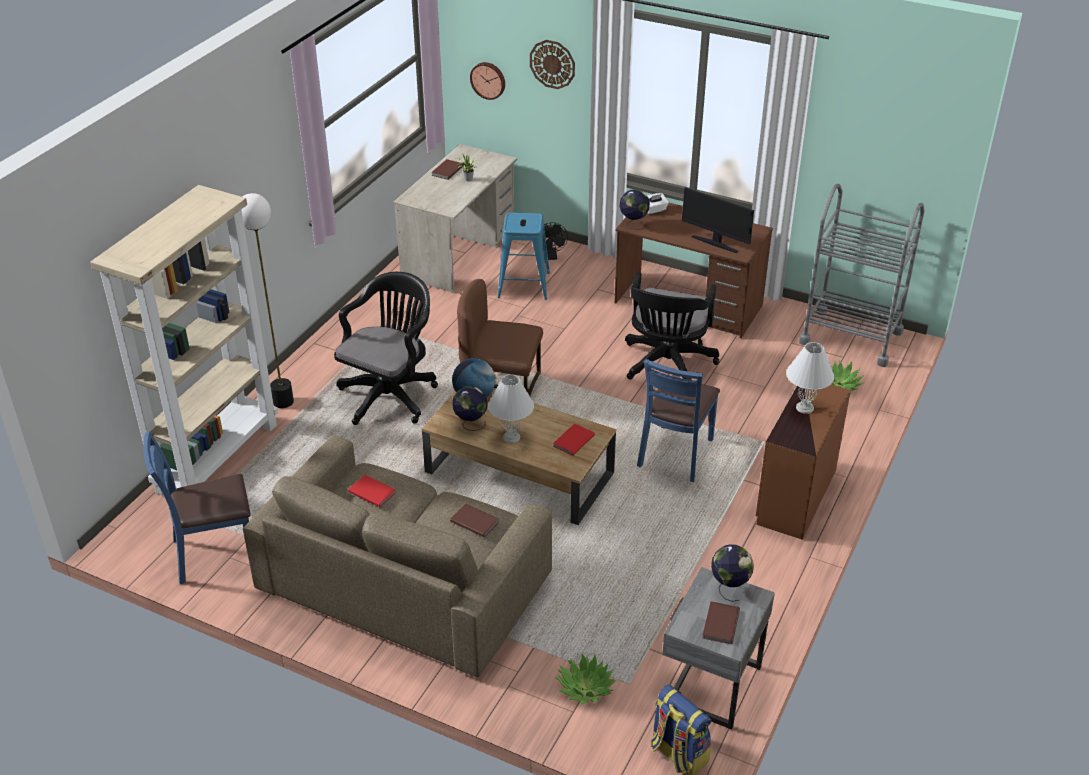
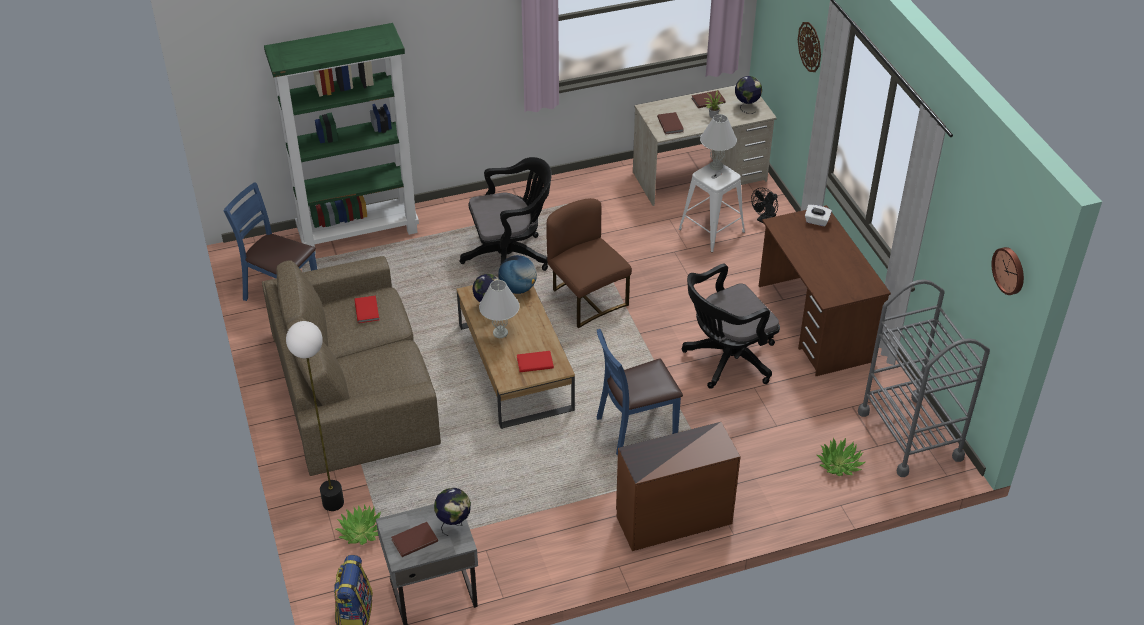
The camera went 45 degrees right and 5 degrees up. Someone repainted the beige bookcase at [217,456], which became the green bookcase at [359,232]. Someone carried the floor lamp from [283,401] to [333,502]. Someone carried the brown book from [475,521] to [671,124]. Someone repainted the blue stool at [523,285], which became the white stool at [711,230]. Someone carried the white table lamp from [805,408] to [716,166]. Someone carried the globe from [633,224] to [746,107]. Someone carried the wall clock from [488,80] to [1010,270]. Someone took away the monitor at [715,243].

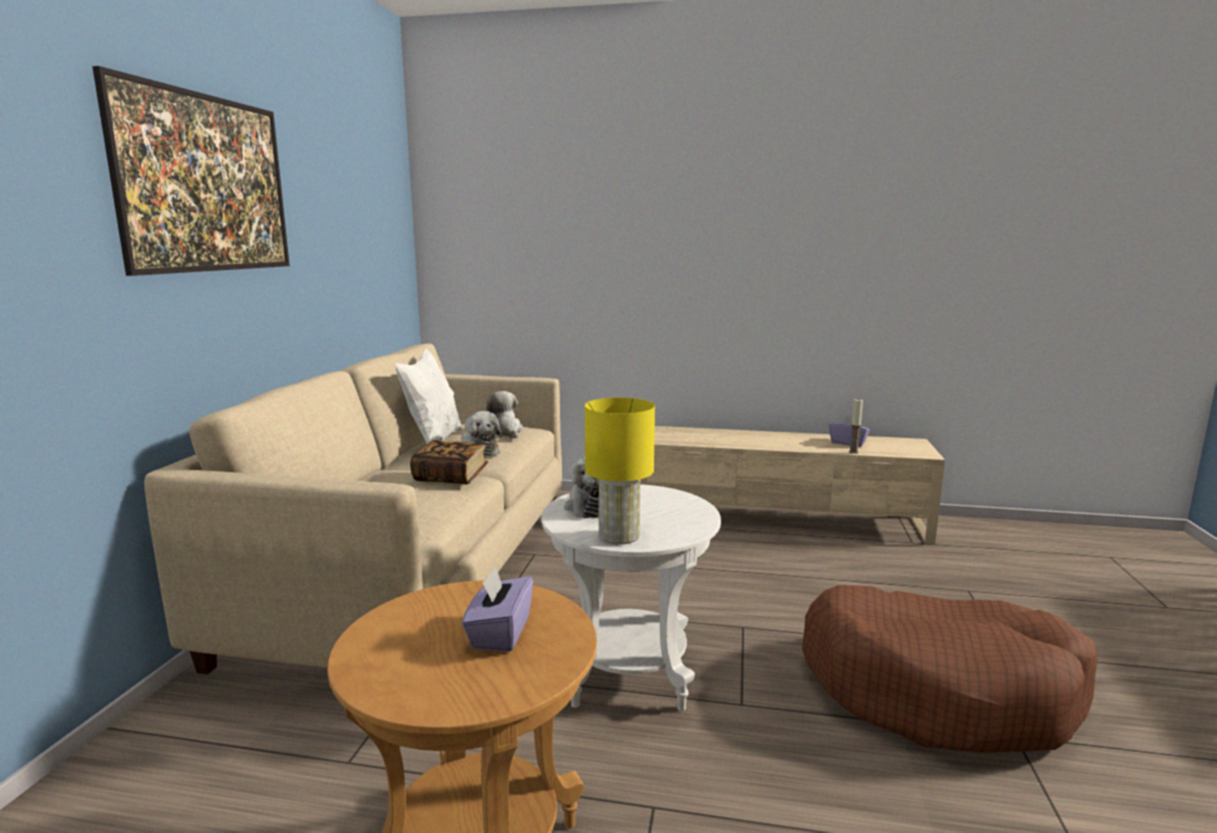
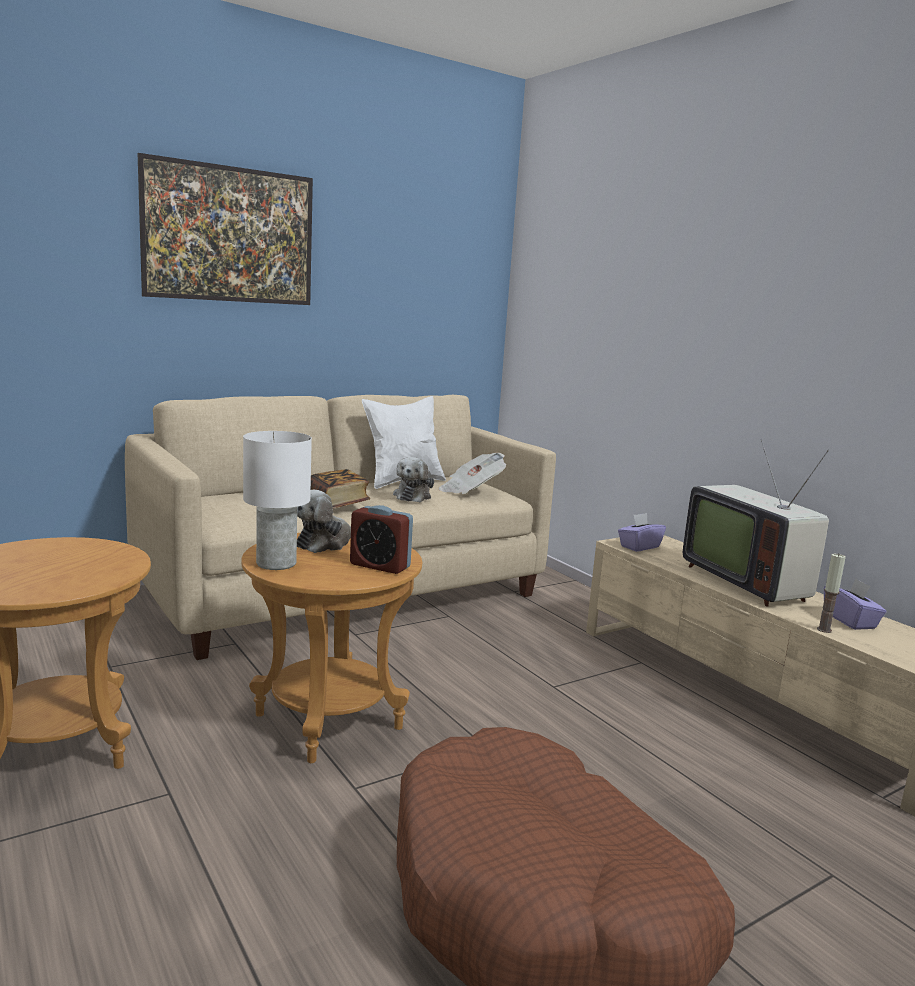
The camera went 45 degrees right and 0 degrees up. Someone repainted the white side table at [629,675], which became the brown side table at [329,721]. Someone repainted the yellow table lamp at [620,536], which became the white table lamp at [277,564]. Someone put down the alarm clock at [380,566]. Someone swapped the plush toy at [506,432] for the newspaper at [471,490]. Someone carried the purple tissue box from [499,633] to [639,547]. Someone put down the television at [747,581].

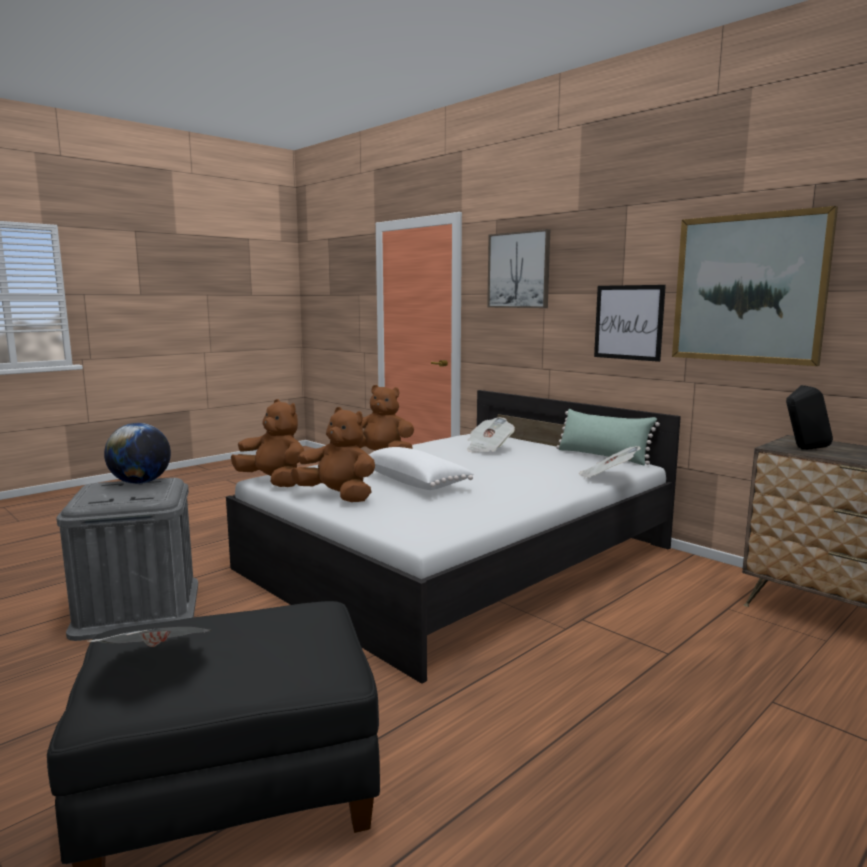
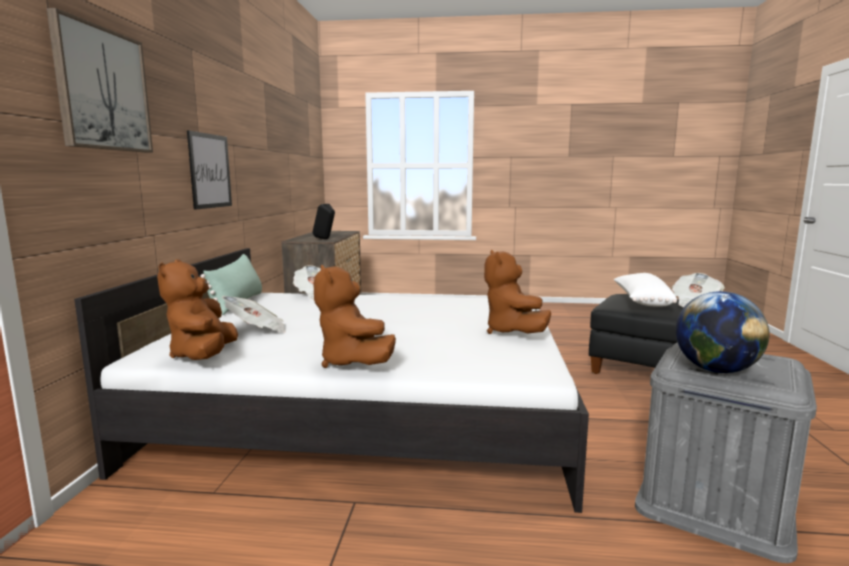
The camera went 130 degrees left and 0 degrees up. Someone carried the brown plush toy from [274,482] to [203,356]. Someone carried the white pillow from [416,482] to [641,301]. Someone took away the picture at [748,288].

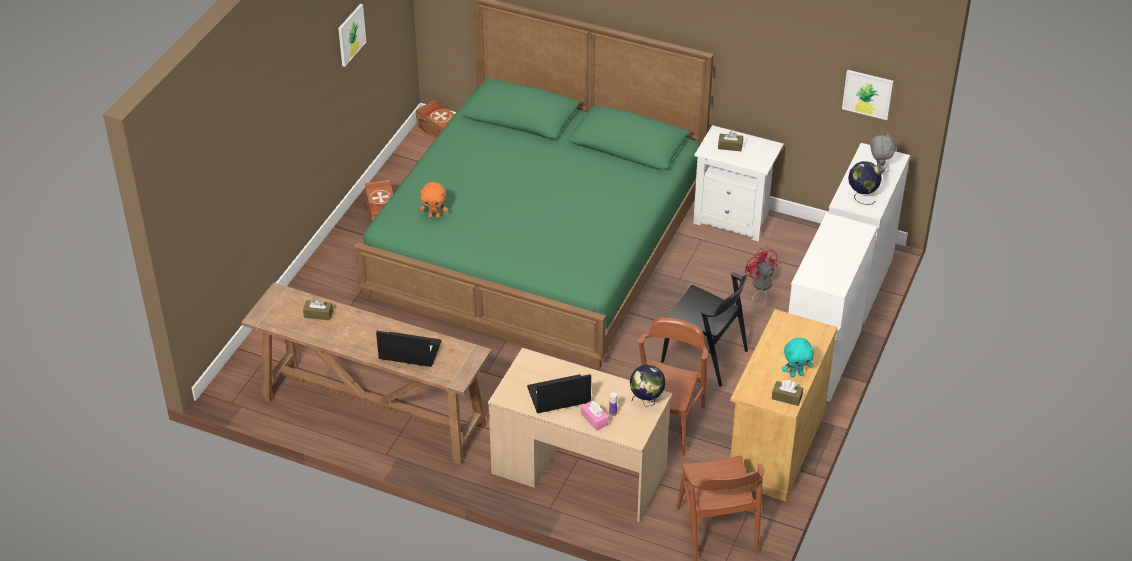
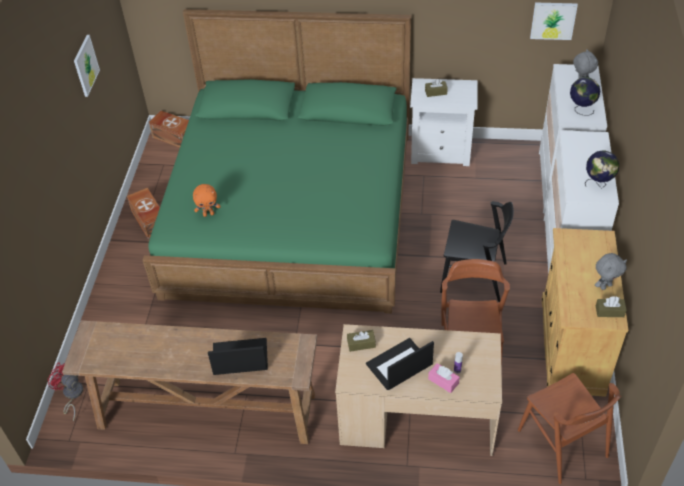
The camera went 15 degrees left and 5 degrees up. Someone carried the red fan from [760,287] to [72,395]. Someone carried the brown tissue box from [318,314] to [361,344]. Someone carried the globe from [646,401] to [598,184]. Someone repainted the turquoise plush toy at [796,374], which became the grey plush toy at [605,286].

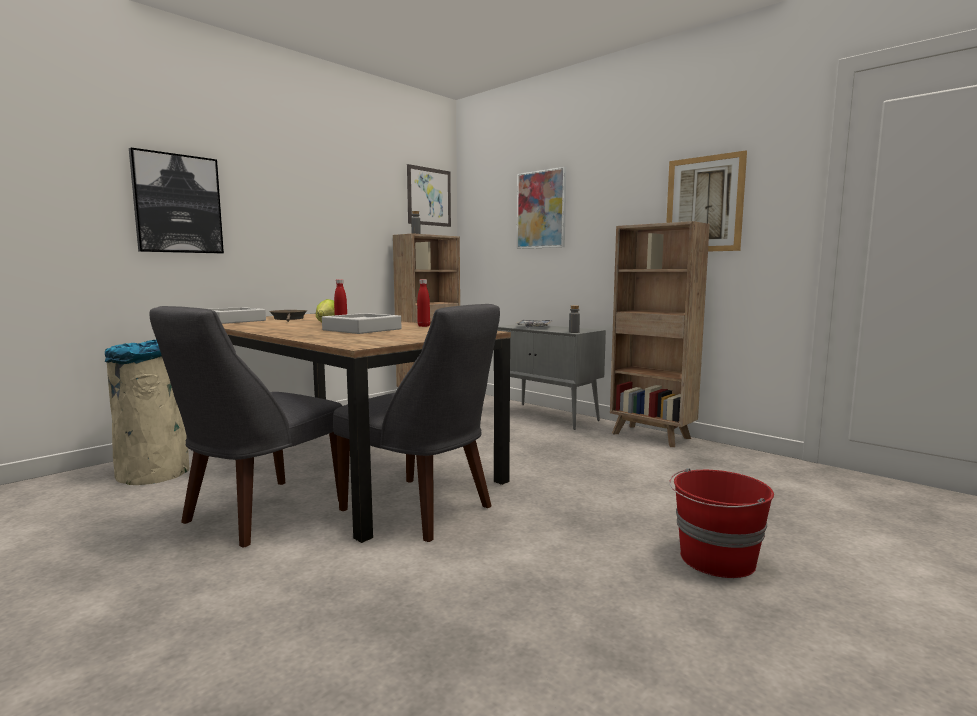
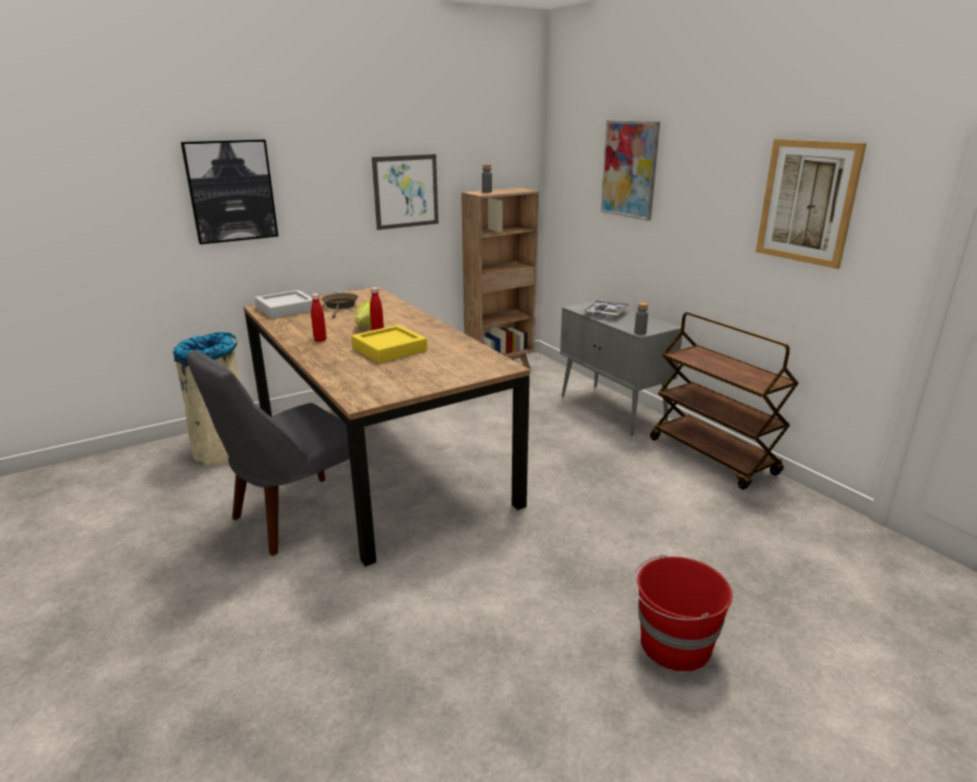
The camera went 15 degrees right and 15 degrees up. Someone carried the red bottle from [423,326] to [320,340]. Someone repainted the grey tray at [362,329], which became the yellow tray at [389,349]. Someone carried the picture from [429,196] to [406,191]. Someone swapped the brown bookcase at [652,436] for the brown cart at [713,457]. Someone took away the grey chair at [422,510].

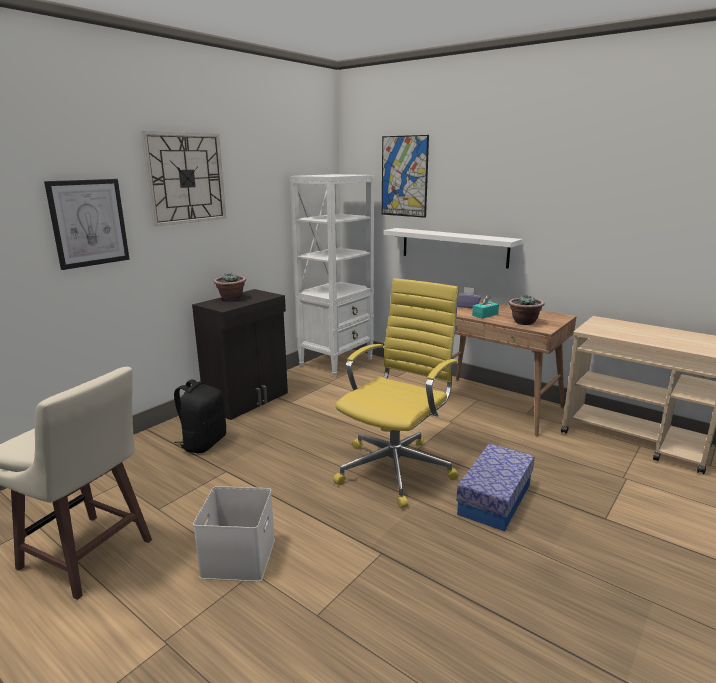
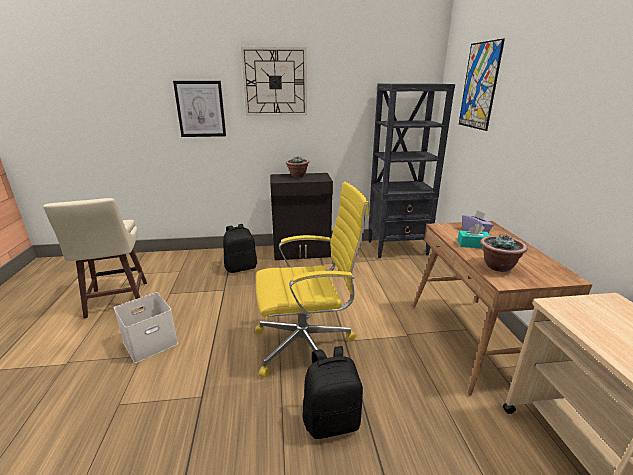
The camera went 45 degrees right and 5 degrees up. Someone swapped the storage box at [494,499] for the black backpack at [331,420]. Someone repainted the white bookcase at [337,362], which became the black bookcase at [398,248]. Someone took away the white shelf at [453,247].

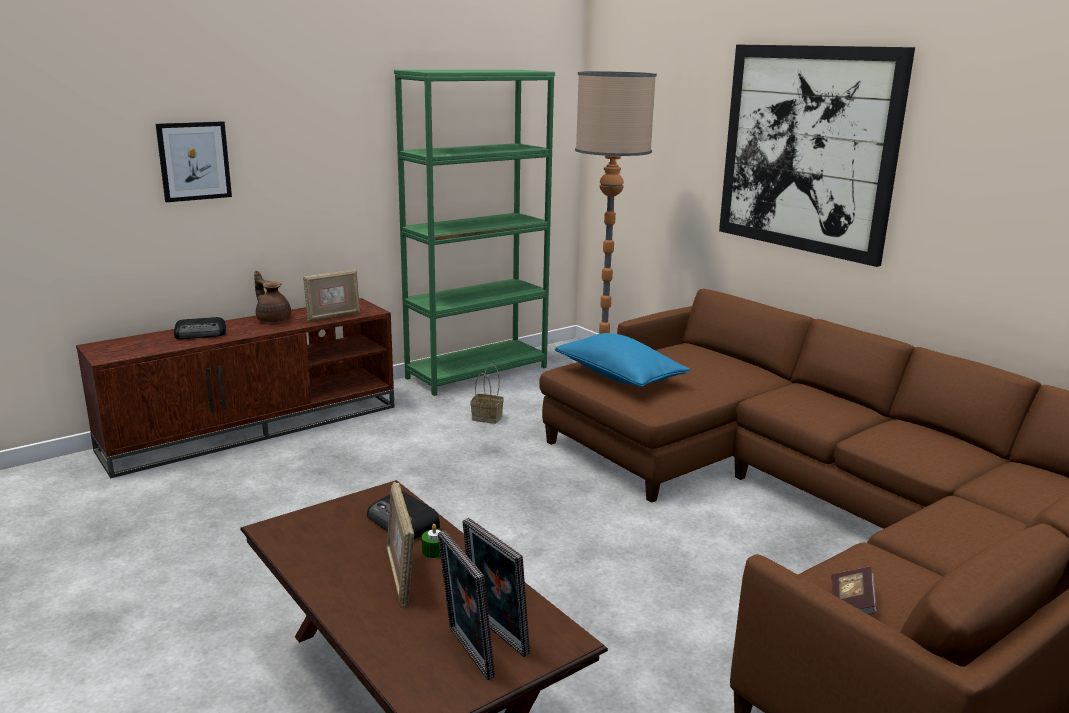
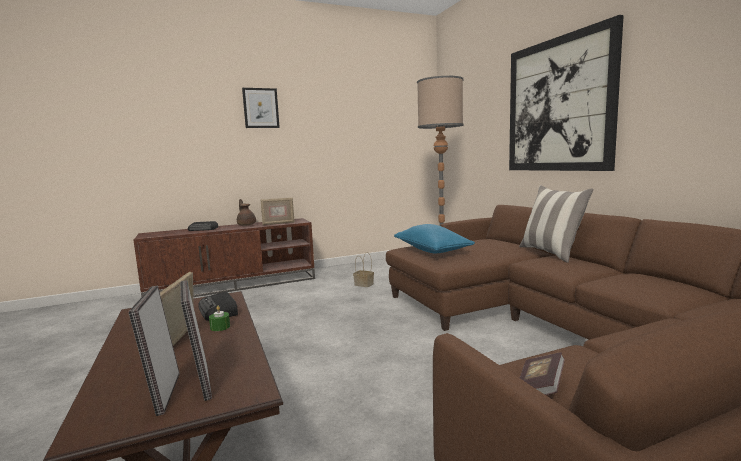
The camera went 15 degrees right and 10 degrees down. Someone carried the picture from [194,161] to [261,108]. Someone put down the pillow at [551,253]. Someone took away the green bookcase at [477,372].

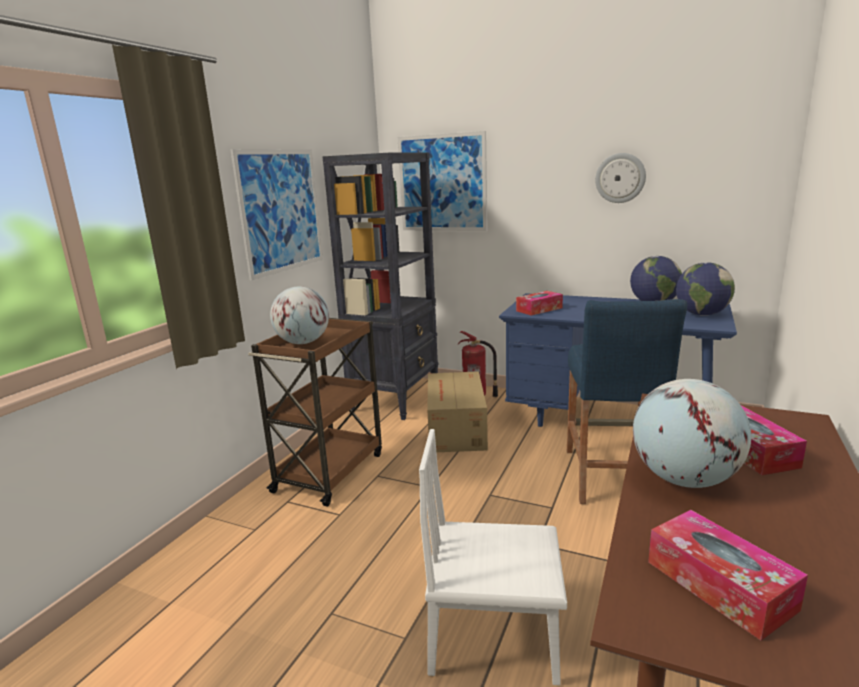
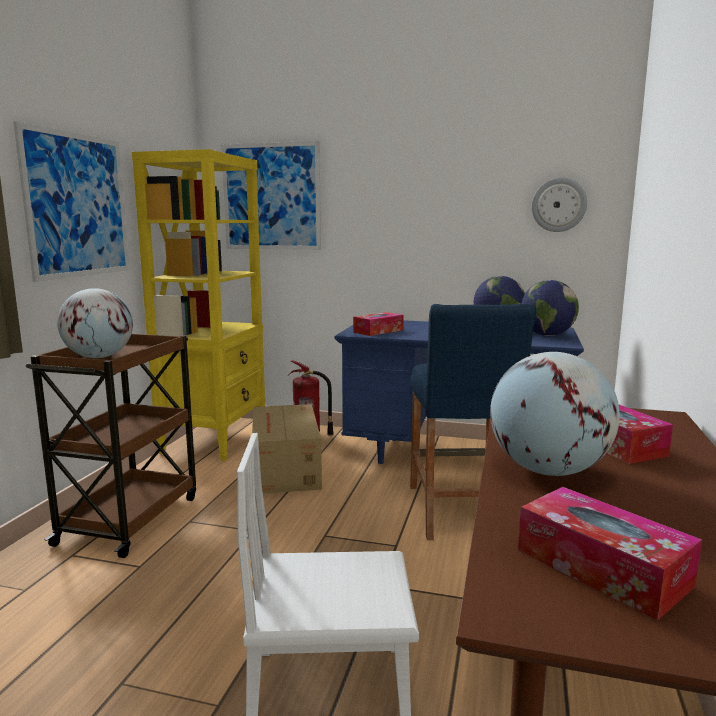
The camera went 10 degrees left and 5 degrees down. Someone repainted the black bookcase at [395,399], which became the yellow bookcase at [215,440]. Someone carried the wall clock from [620,178] to [558,205].

